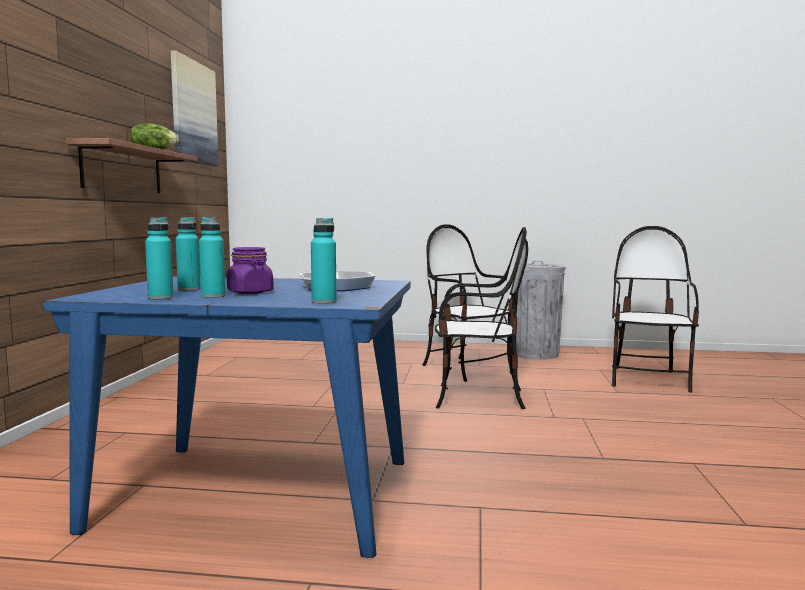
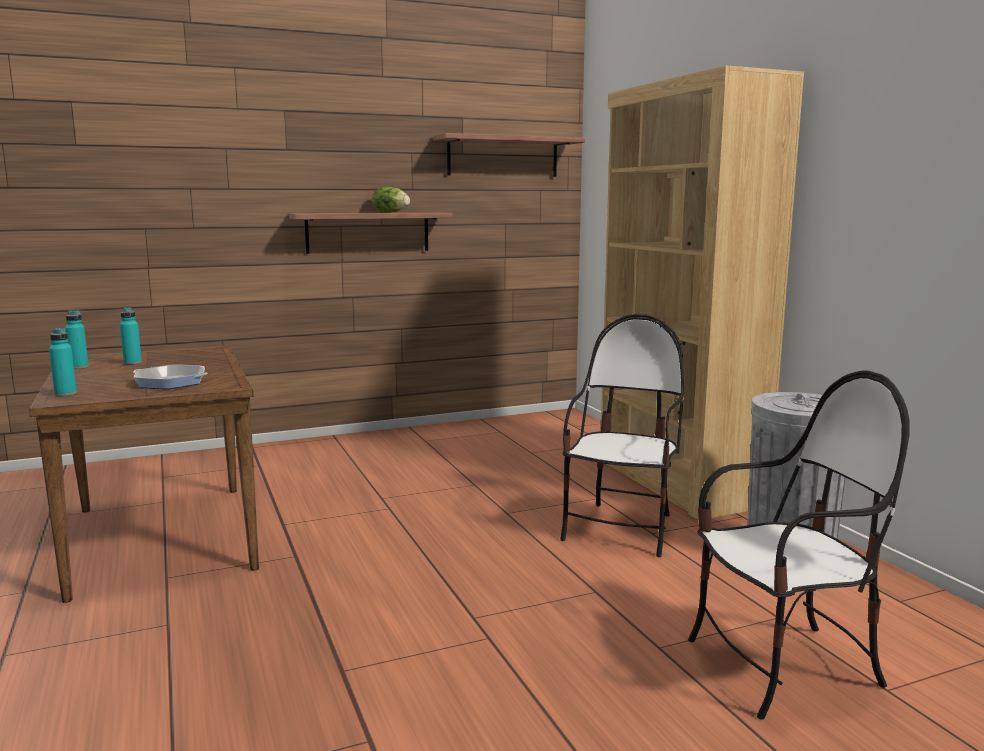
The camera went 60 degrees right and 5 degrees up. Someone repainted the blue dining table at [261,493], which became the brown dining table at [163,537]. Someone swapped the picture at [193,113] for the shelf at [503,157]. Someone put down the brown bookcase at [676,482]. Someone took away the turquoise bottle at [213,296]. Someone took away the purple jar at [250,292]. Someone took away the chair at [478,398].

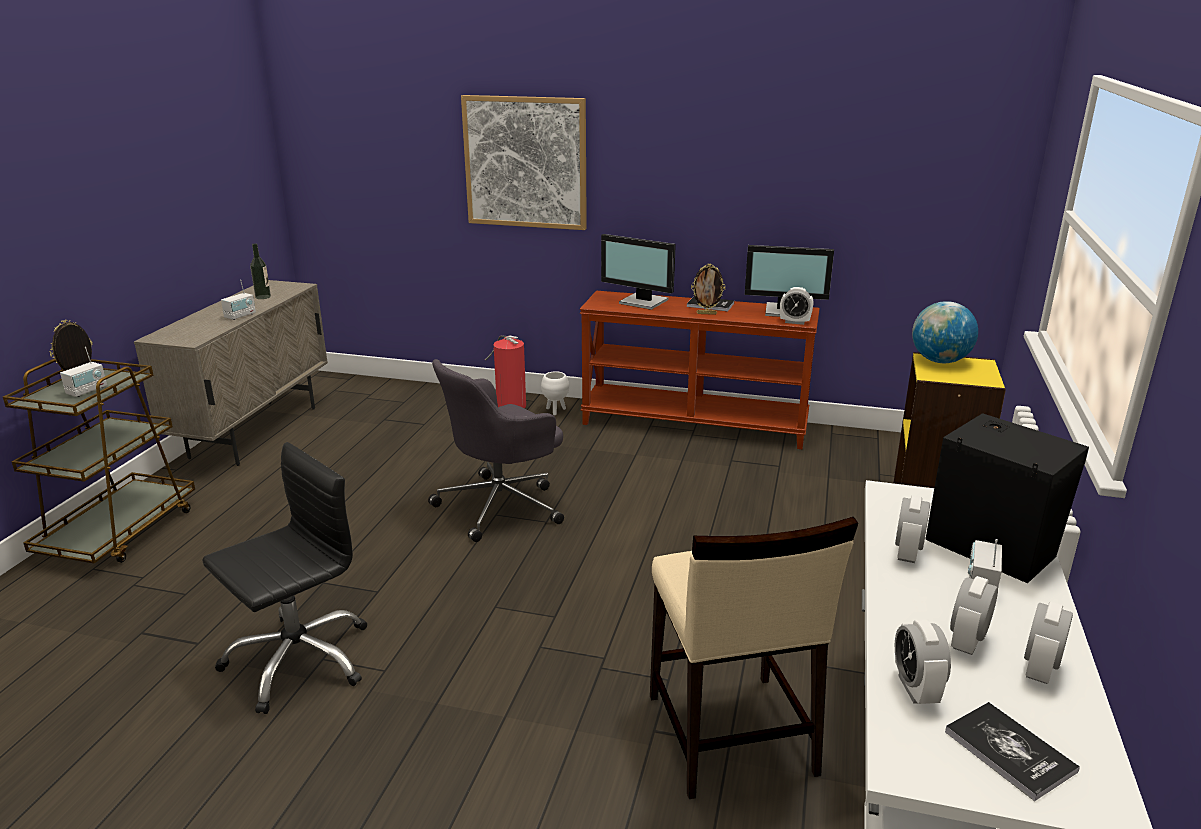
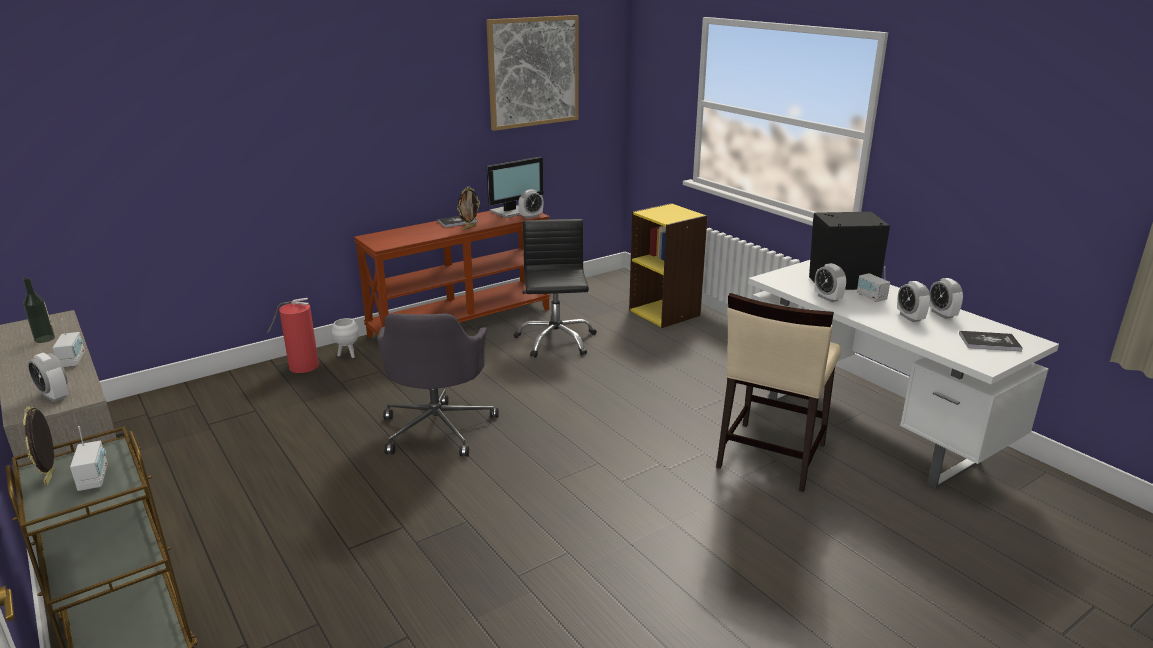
The camera went 50 degrees left and 0 degrees up. Someone carried the alarm clock from [915,689] to [54,396]. Someone carried the picture from [525,162] to [533,72]. Someone carried the black office chair from [298,660] to [555,340]. Someone rotated the beige chair at [730,735] by 90 degrees clockwise. Someone took away the monitor at [643,302]. Someone took away the globe at [939,361].

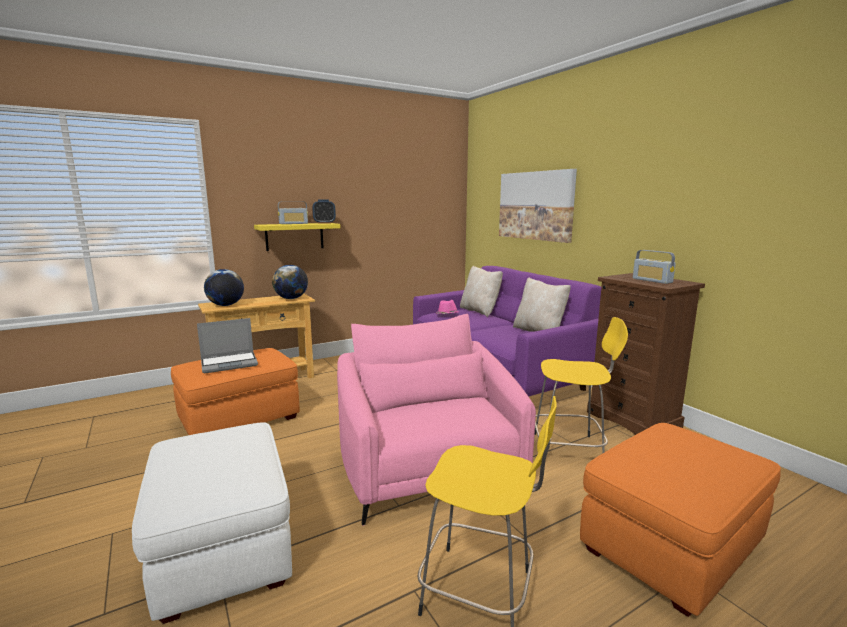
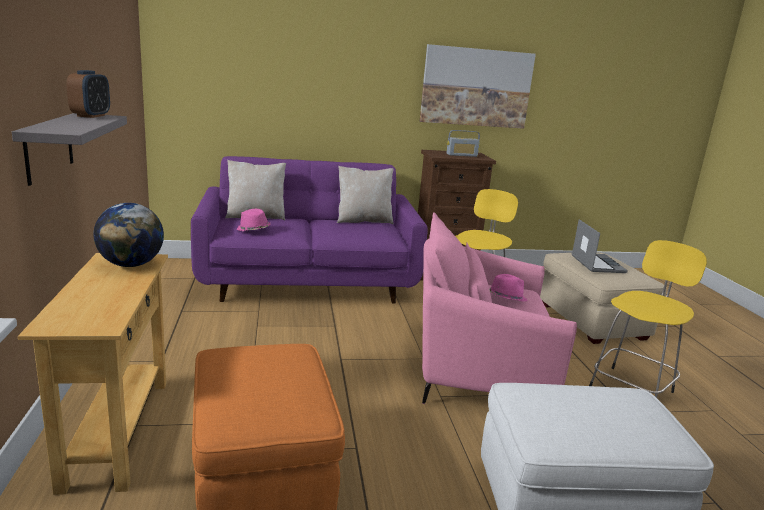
The camera went 70 degrees left and 5 degrees up. Someone repainted the yellow shelf at [294,236], which became the grey shelf at [49,147]. Someone carried the picture from [535,205] to [476,87]. Someone put down the pink hat at [505,298]. Someone repainted the orange ottoman at [670,546], which became the beige ottoman at [592,321]. Someone carried the laptop from [230,363] to [596,264]. Someone took away the globe at [225,305]. Someone took away the radio at [293,223].

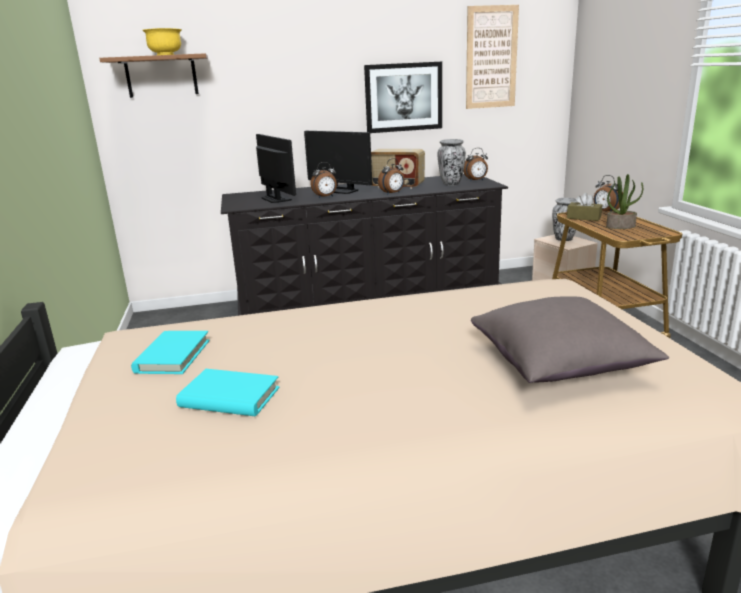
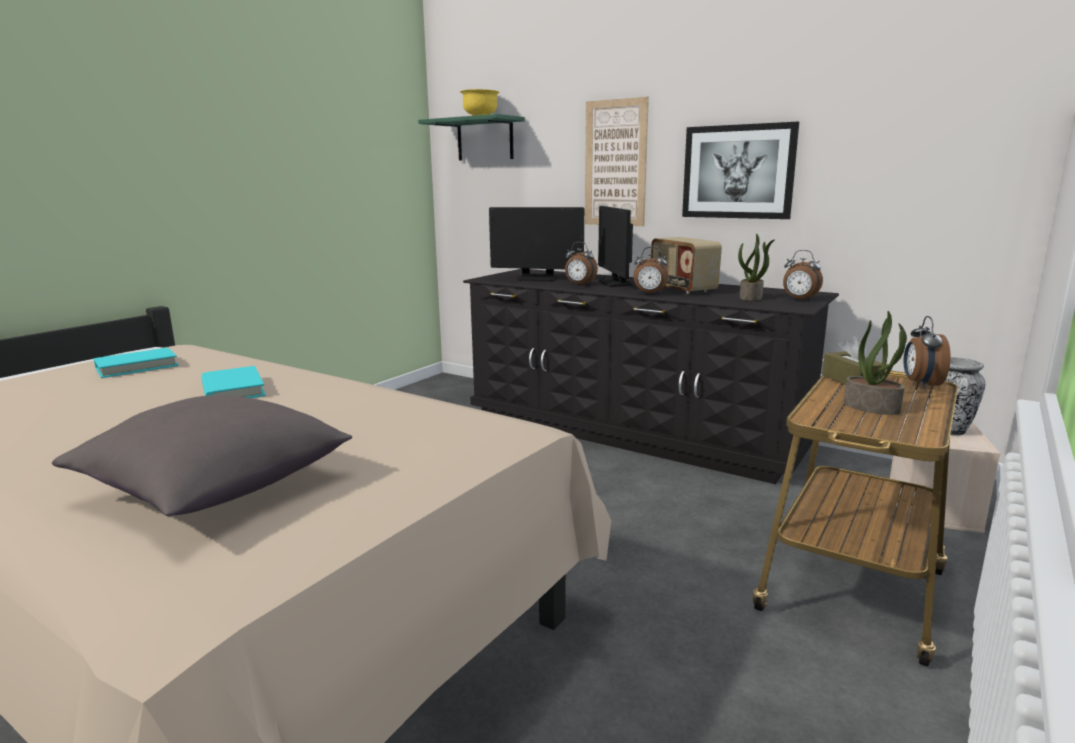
The camera went 45 degrees right and 5 degrees down. Someone carried the turquoise book from [229,397] to [233,389]. Someone repainted the brown shelf at [161,76], which became the green shelf at [485,139]. Someone rotated the monitor at [276,199] by 90 degrees clockwise. Someone carried the picture from [491,57] to [615,163]. Someone swapped the vase at [451,184] for the potted plant at [751,298].

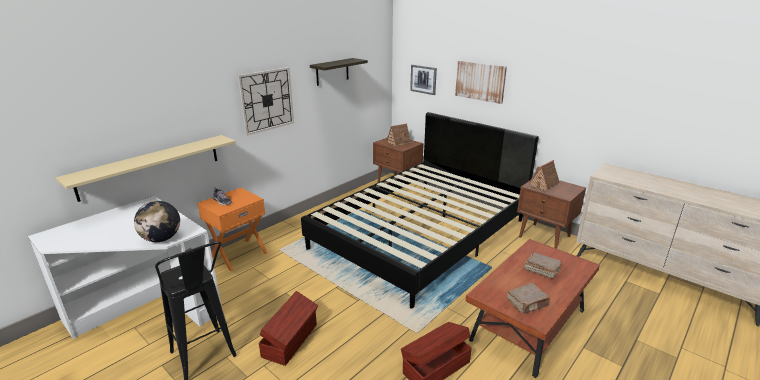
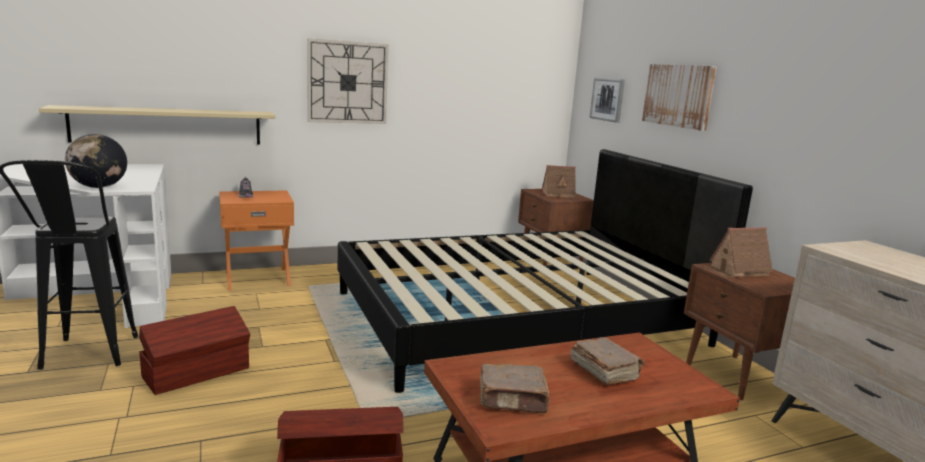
The camera went 25 degrees right and 10 degrees down. Someone took away the shelf at [332,71].

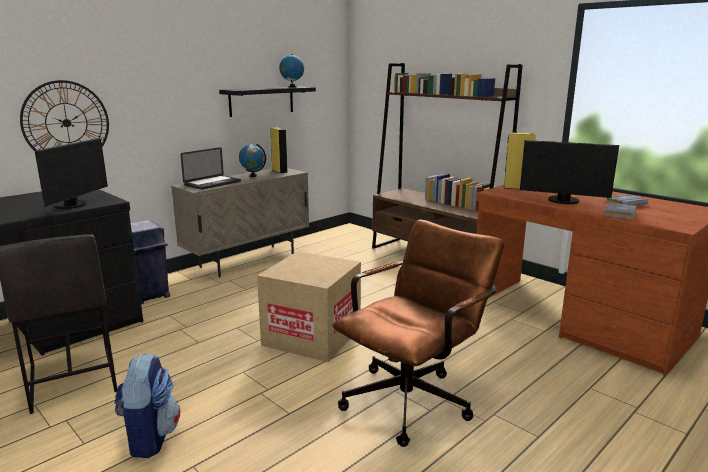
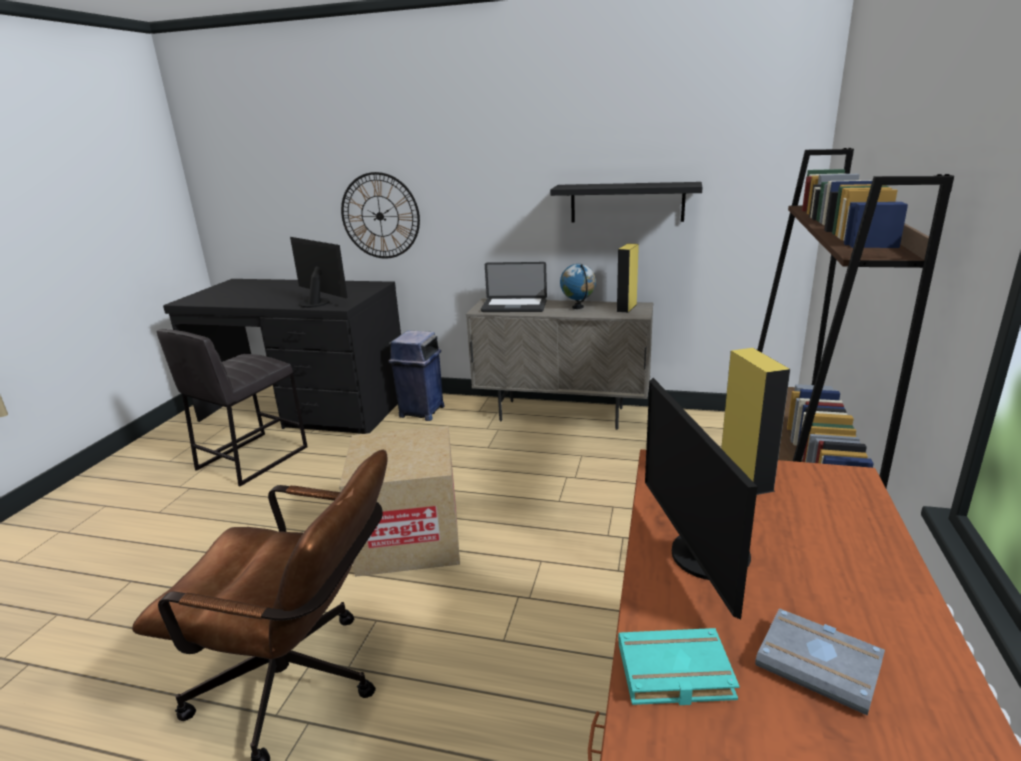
The camera went 60 degrees right and 5 degrees up. Someone rotated the monitor at [74,205] by 120 degrees counterclockwise. Someone repainted the grey book at [621,214], which became the turquoise book at [673,674]. Someone took away the backpack at [150,437]. Someone took away the globe at [292,87].

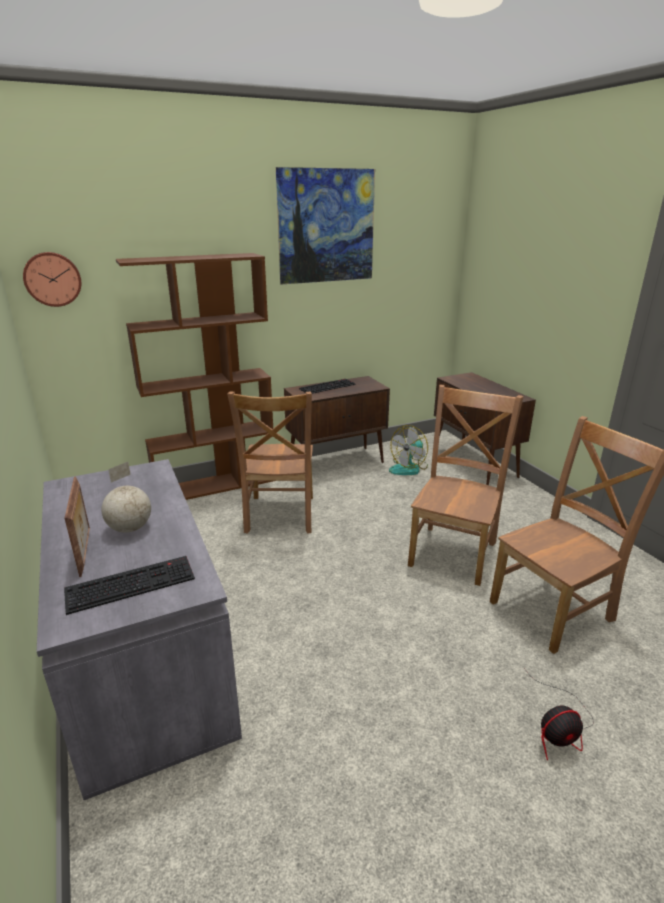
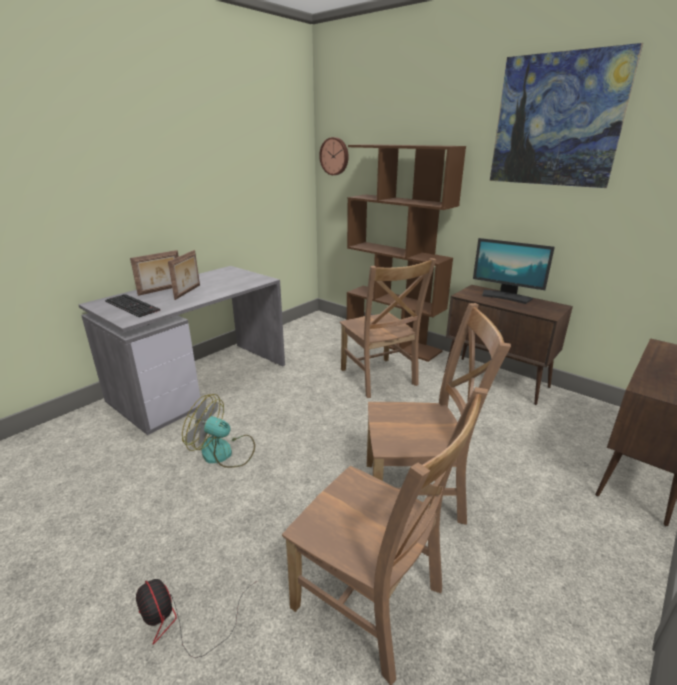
The camera went 65 degrees right and 0 degrees up. Someone swapped the globe at [129,528] for the picture frame at [188,292]. Someone carried the fan from [409,468] to [224,453]. Someone rotated the brown chair at [279,516] by 90 degrees counterclockwise. Someone swapped the keyboard at [327,386] for the monitor at [506,296].

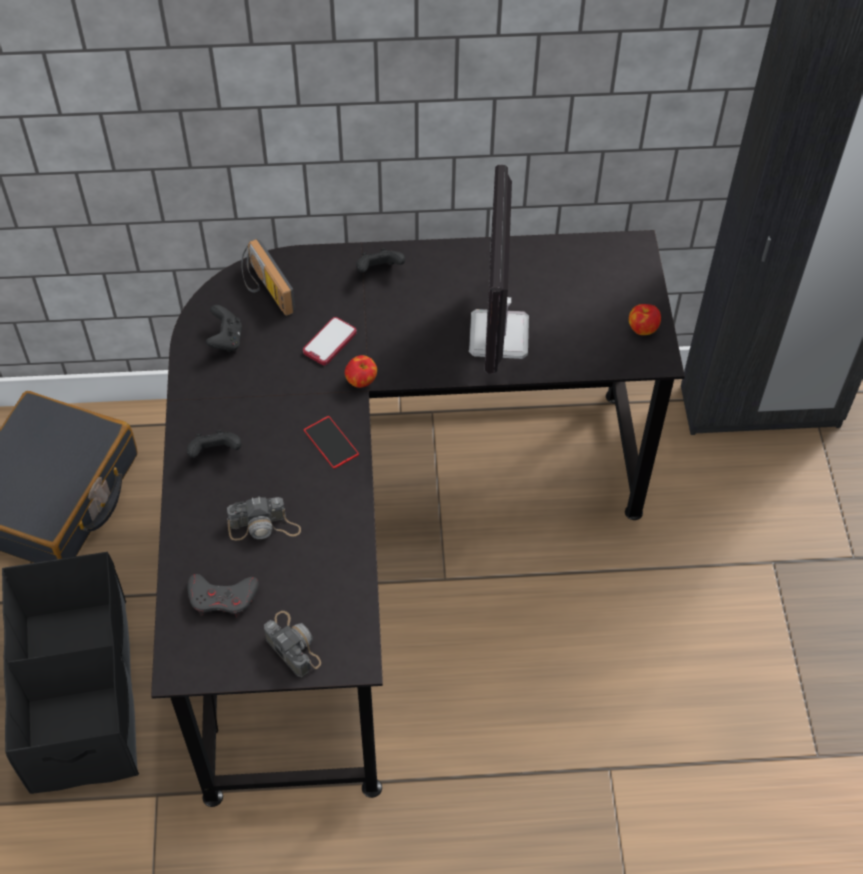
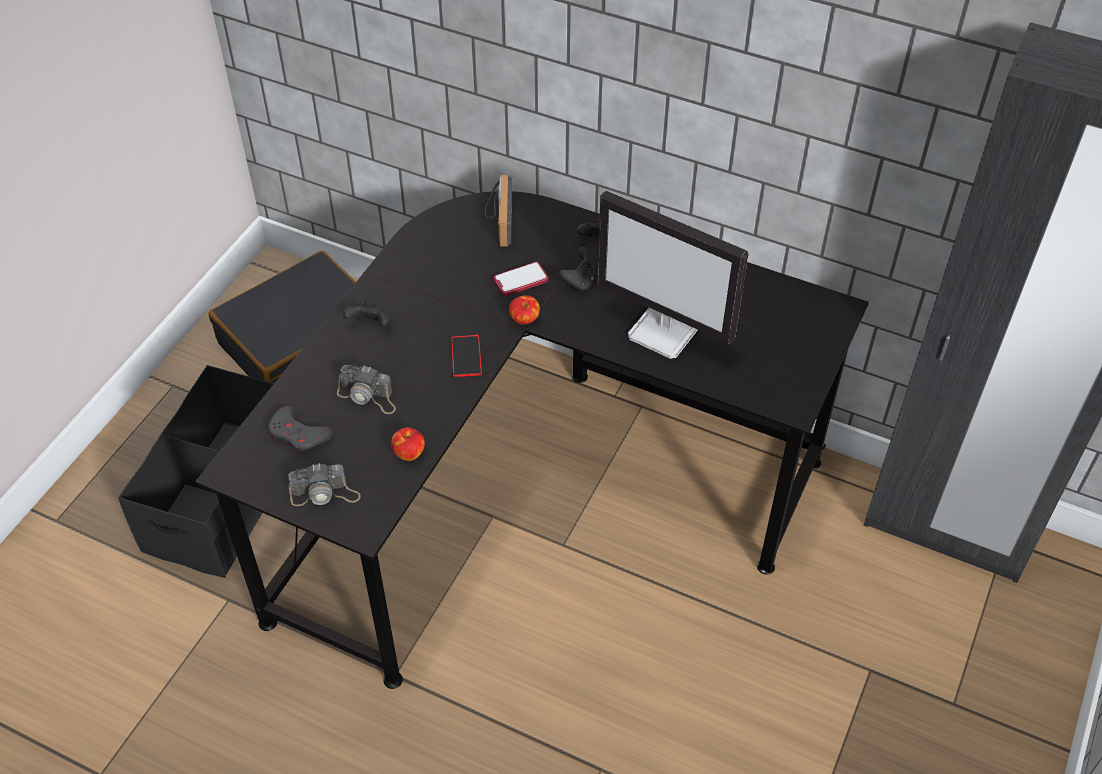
The camera went 30 degrees right and 5 degrees down. Someone rotated the photo camera at [292,644] by 90 degrees clockwise. Someone carried the apple from [642,328] to [409,453]. Someone carried the black game controller from [226,340] to [581,281]. Someone rotated the monitor at [499,336] by 90 degrees counterclockwise.

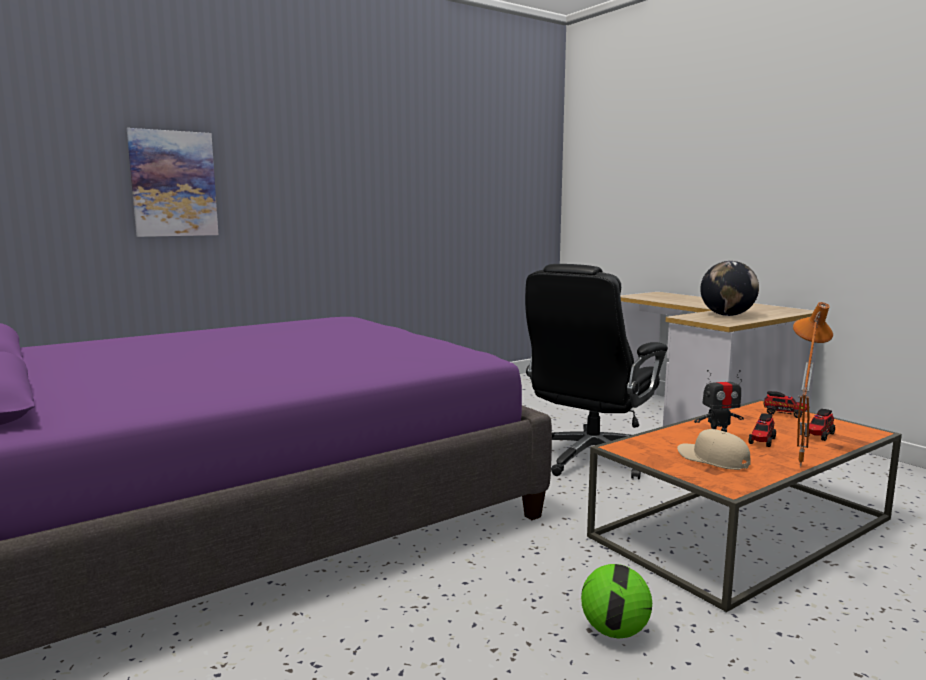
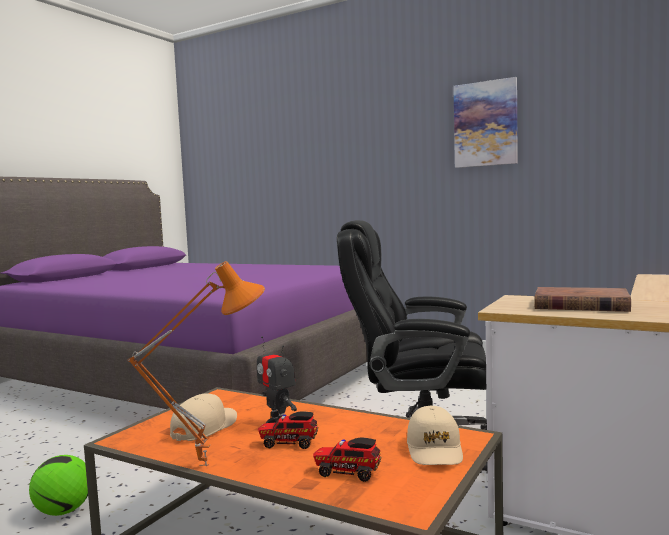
The camera went 65 degrees right and 5 degrees down. Someone swapped the toy truck at [785,414] for the beige cap at [434,449]. Someone carried the picture from [173,184] to [485,124]. Someone swapped the globe at [727,315] for the brown book at [580,305].

